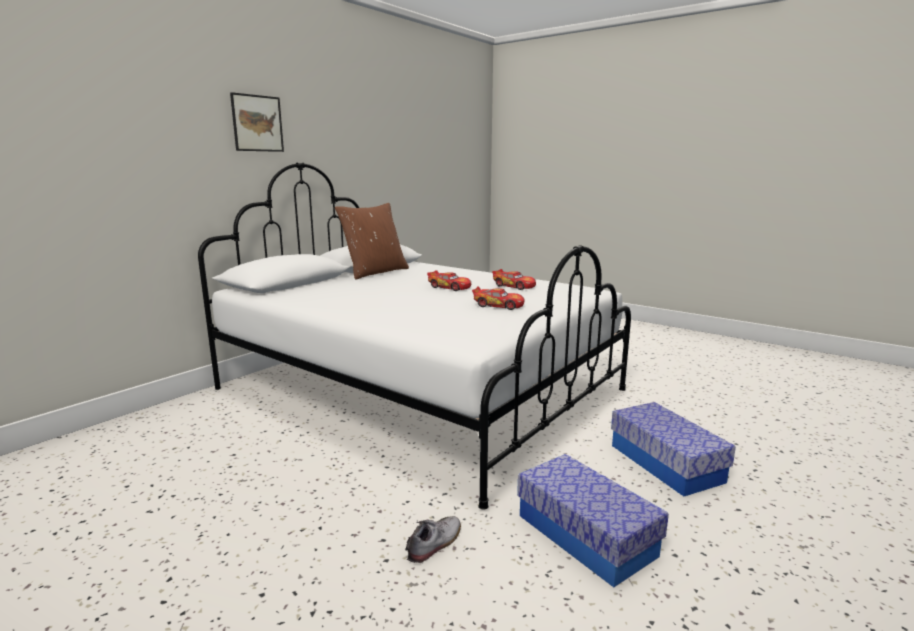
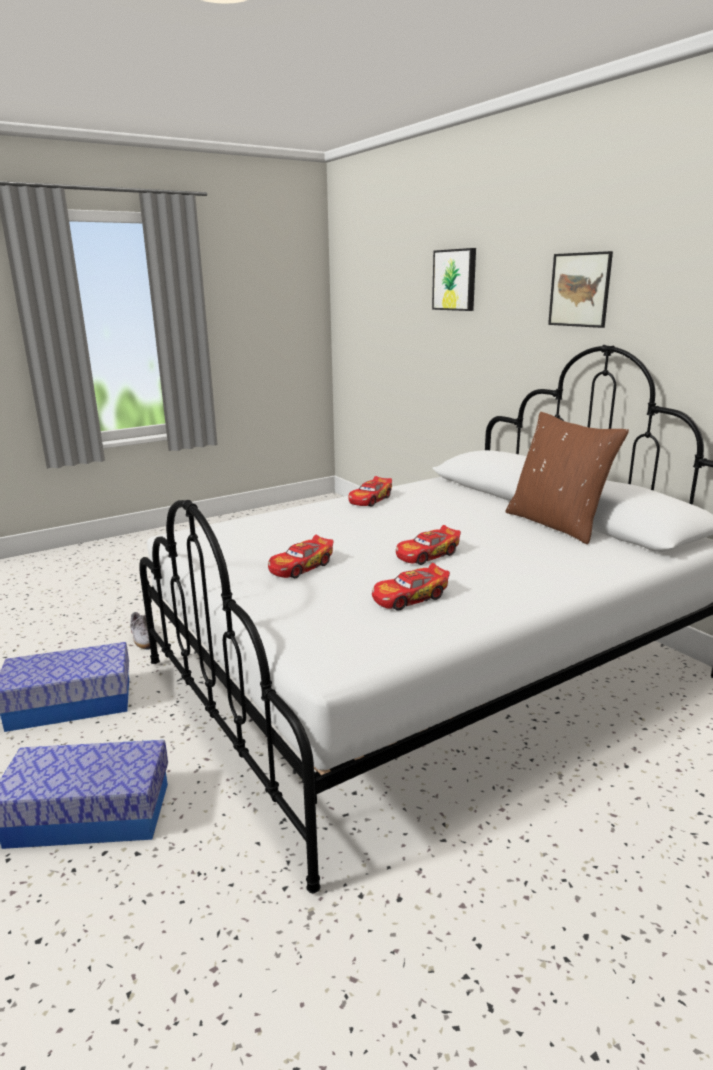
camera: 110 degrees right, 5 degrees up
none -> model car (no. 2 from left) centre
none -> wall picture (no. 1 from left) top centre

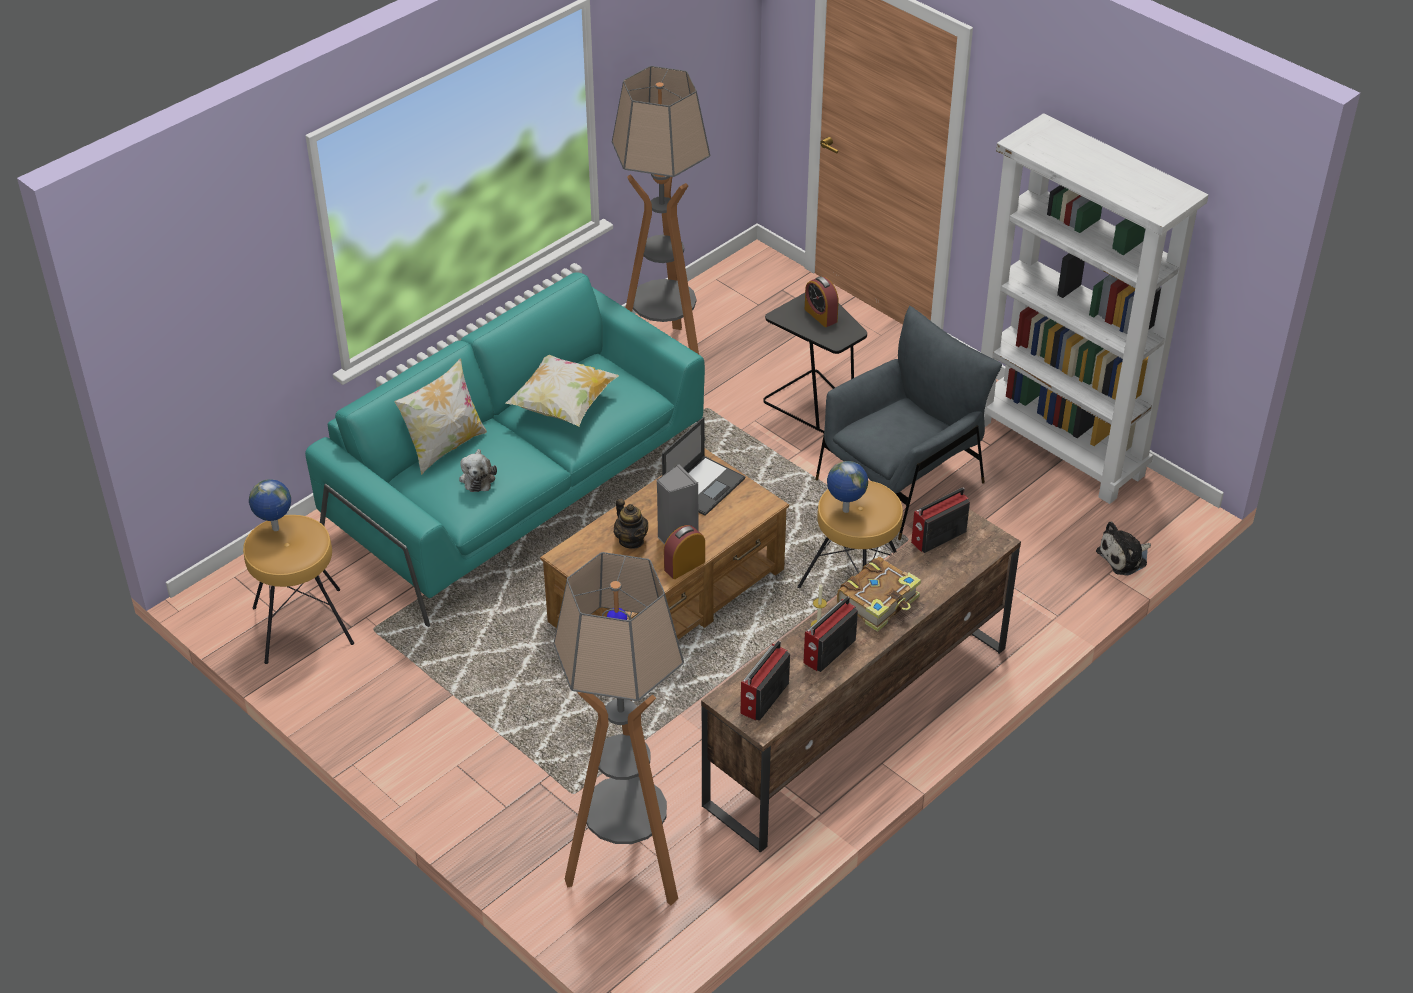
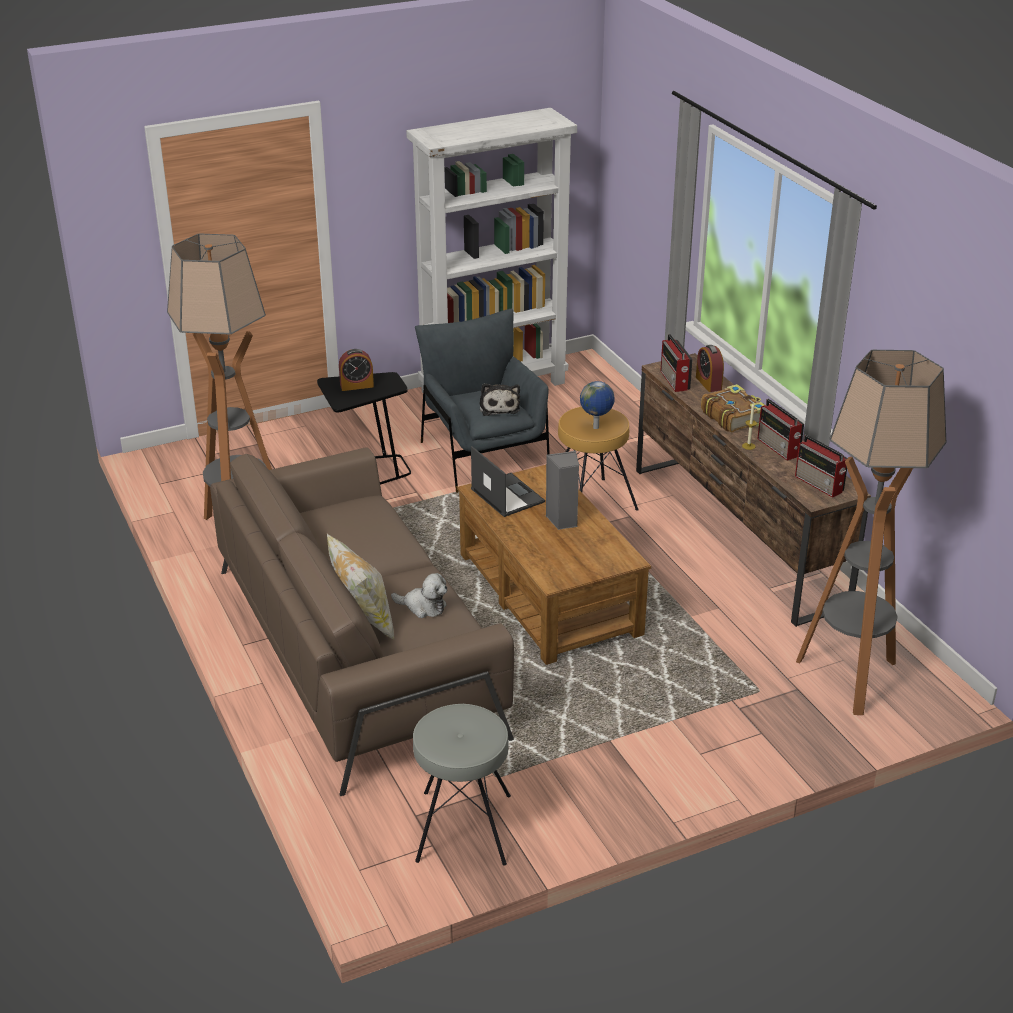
camera: 70 degrees left, 10 degrees down
sitting stool/brown-coloured (no. 1 from left) middle left -> sitting stool/gray bottom centre
world globe (no. 1 from left) middle left -> none
couch/turquoise-coloured centre -> couch/brown-coloured centre
pillow (no. 2 from left) centre -> none
teapot centre -> none
bedside clock (no. 1 from left in the first image) centre -> bedside clock (no. 2 from left) middle right, relocated
plush toy (no. 2 from left) middle right -> plush toy (no. 2 from left) centre, relocated

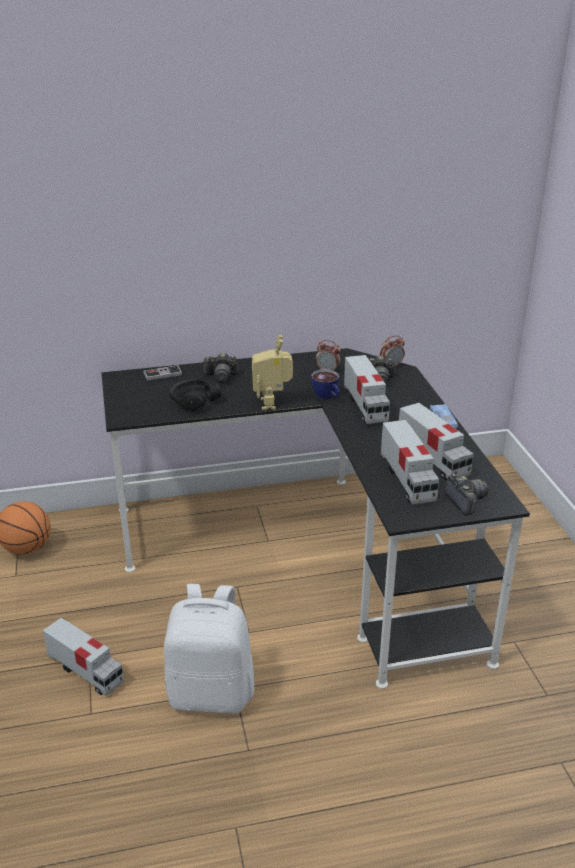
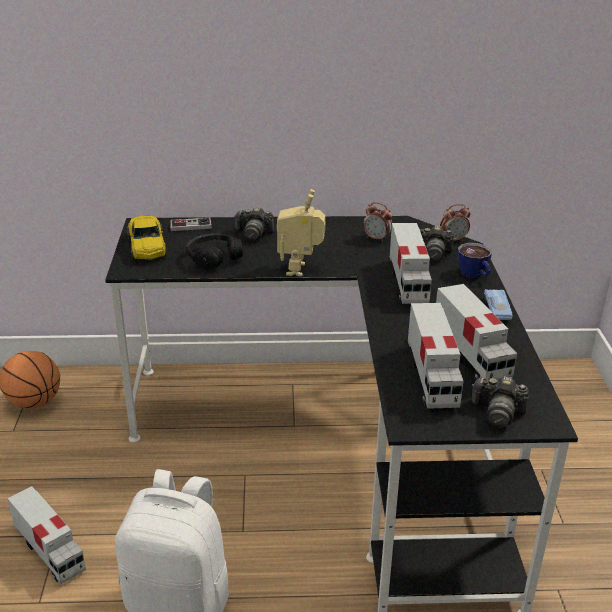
camera: 10 degrees right, 0 degrees up
small cup centre -> small cup middle right, relocated
still camera (no. 3 from left) middle right, 120 degrees clockwise
none -> model car/yellow-coloured middle left

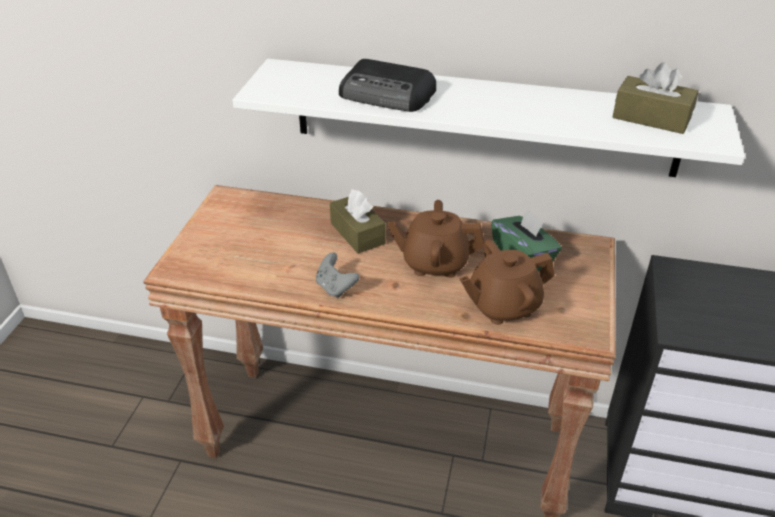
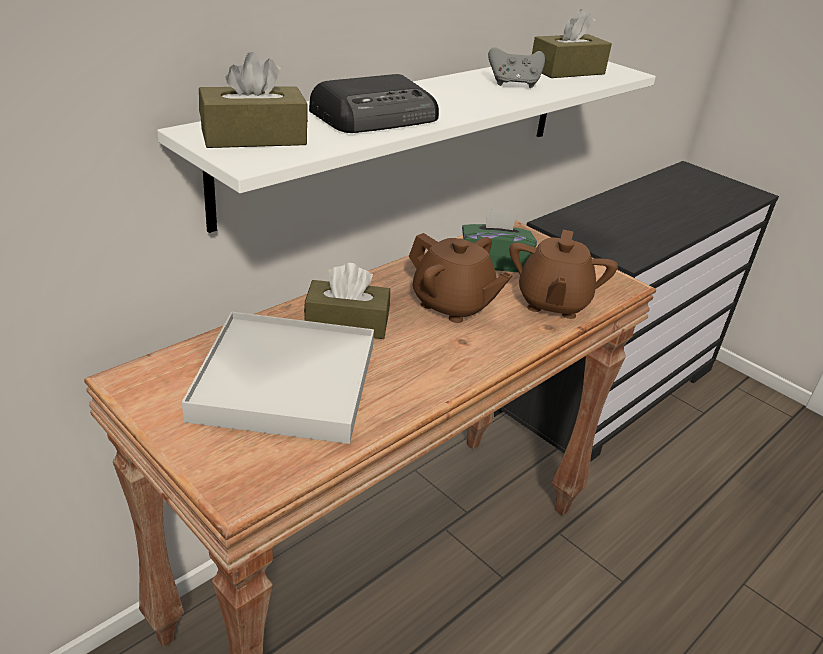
camera: 60 degrees left, 5 degrees down
game controller/gray centre -> game controller/gray top centre, relocated
teapot/brown-coloured (no. 1 from left) centre, 90 degrees counterclockwise
none -> serving tray/whitish centre
none -> box of tissues/brown-coloured (no. 1 from left) top left

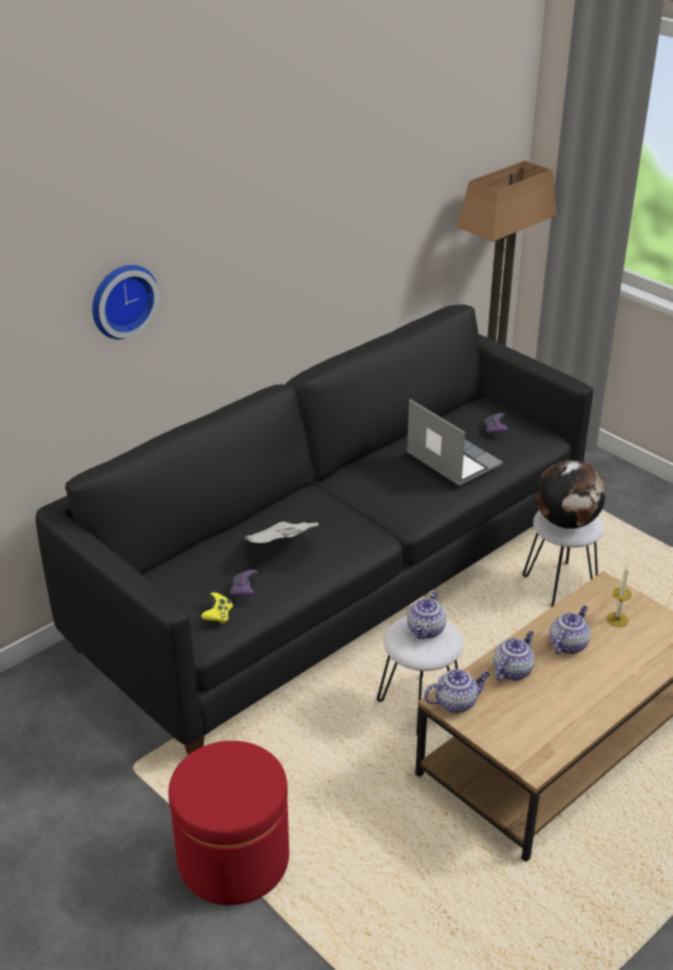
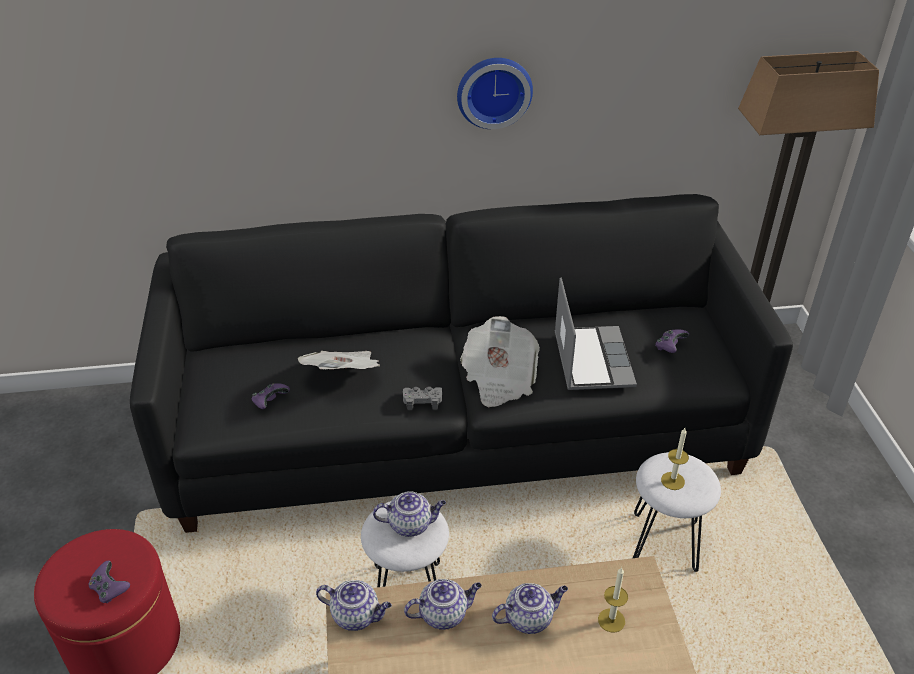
camera: 35 degrees right, 5 degrees up
hanging clock top left -> hanging clock top centre, relocated
game controller/yellow-coloured middle left -> none
teapot (no. 1 from left in the first image) centre -> teapot (no. 2 from left) bottom centre, 150 degrees counterclockwise
world globe middle right -> candle (no. 2 from left) bottom right
none -> game controller/purple-coloured (no. 1 from left) bottom left
none -> game controller/gray centre
none -> newspaper (no. 2 from left) centre

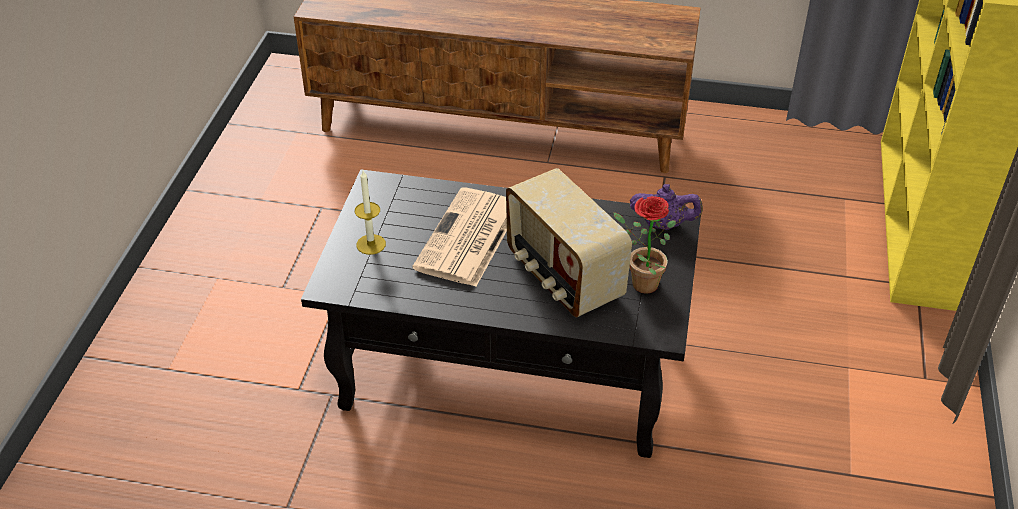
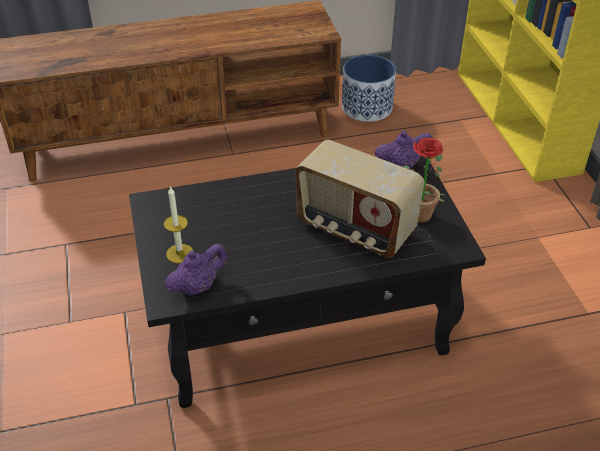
camera: 25 degrees left, 0 degrees up
newspaper centre -> none
none -> teapot/purple-coloured (no. 1 from left) middle left
none -> planter top centre

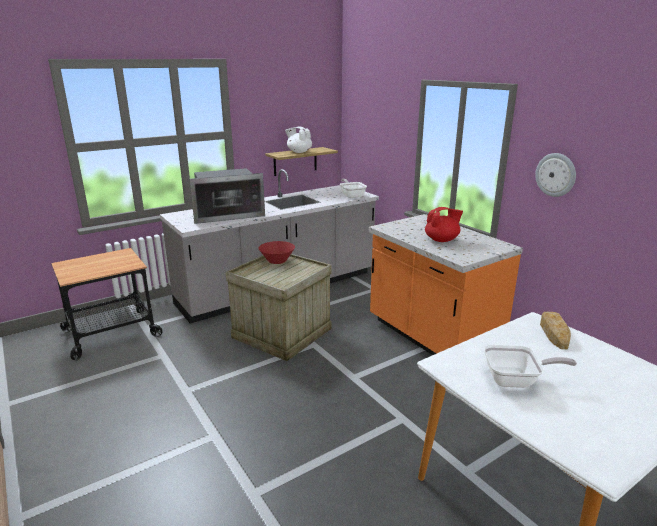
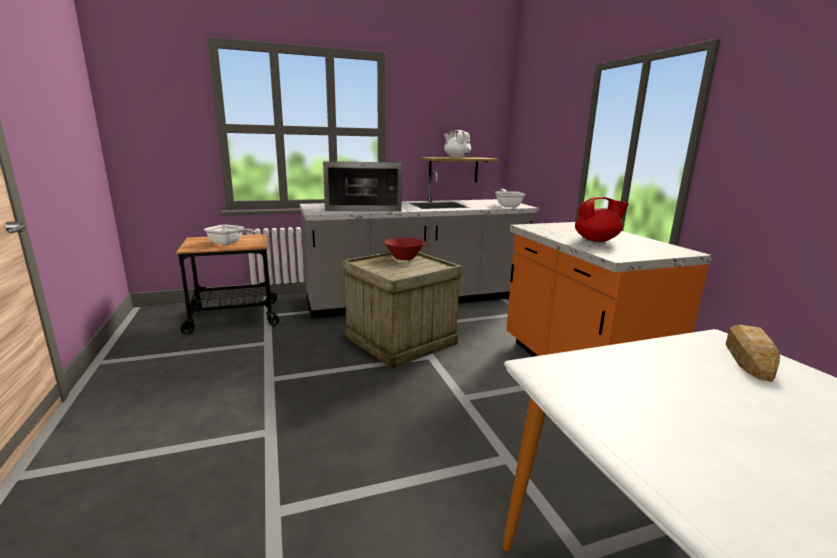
camera: 15 degrees right, 5 degrees down
pan (no. 2 from left in the first image) bottom right -> pan (no. 1 from left) middle left, relocated
hanging clock top right -> none

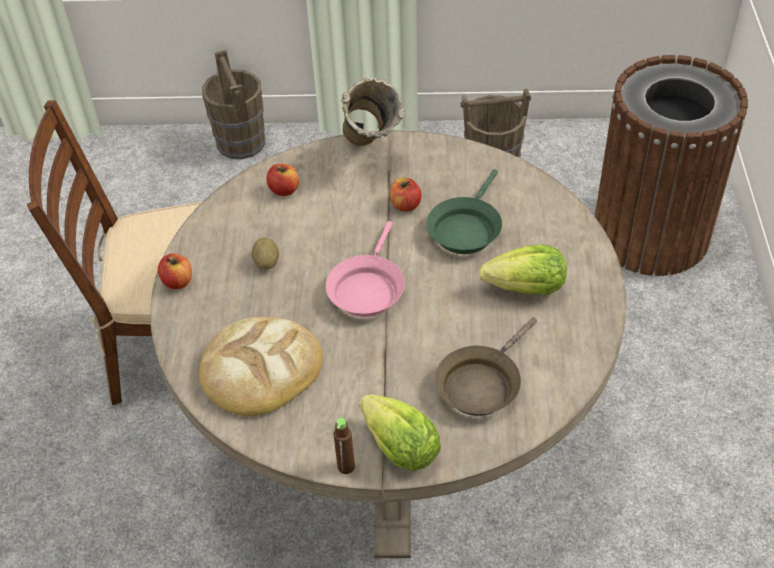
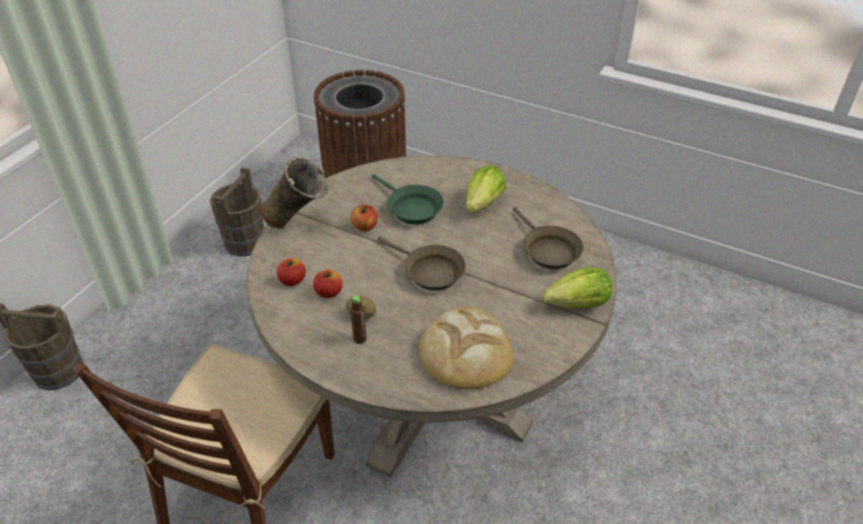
camera: 65 degrees left, 5 degrees down
apple fruit (no. 1 from left in the first image) middle left -> apple fruit (no. 2 from left) centre, relocated
pan/pinkish centre -> pan/brown-coloured (no. 1 from left) centre
beverage bottle/brown-coloured bottom centre -> beverage bottle/brown-coloured centre, relocated

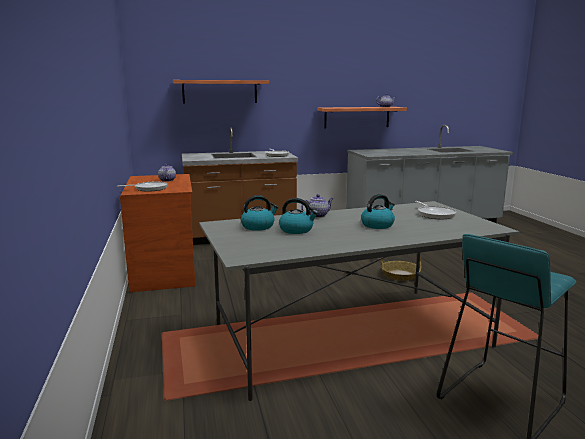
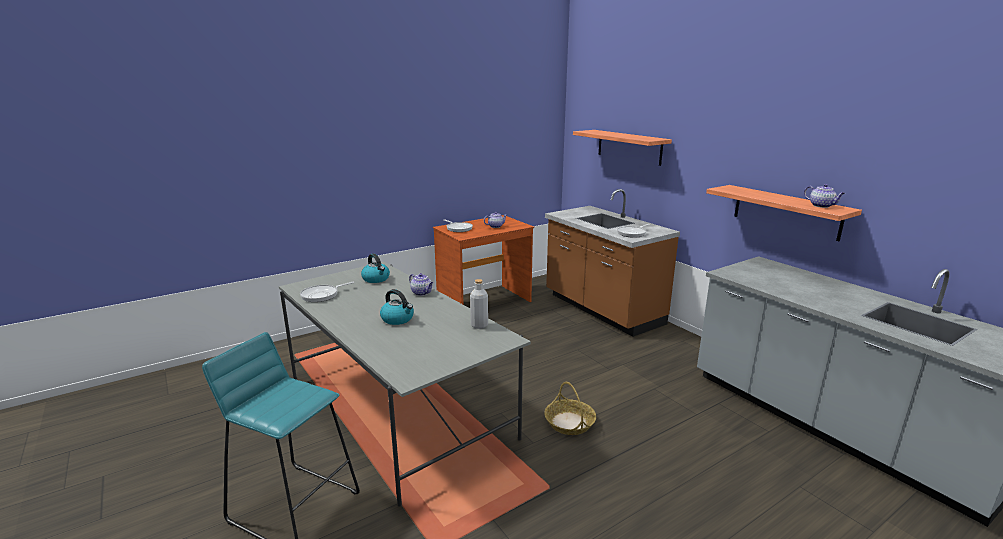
camera: 70 degrees right, 5 degrees up
water kettle (no. 2 from left) centre -> none
pan (no. 3 from left in the first image) middle right -> pan (no. 1 from left) middle left, relocated
none -> beverage bottle/gray centre

